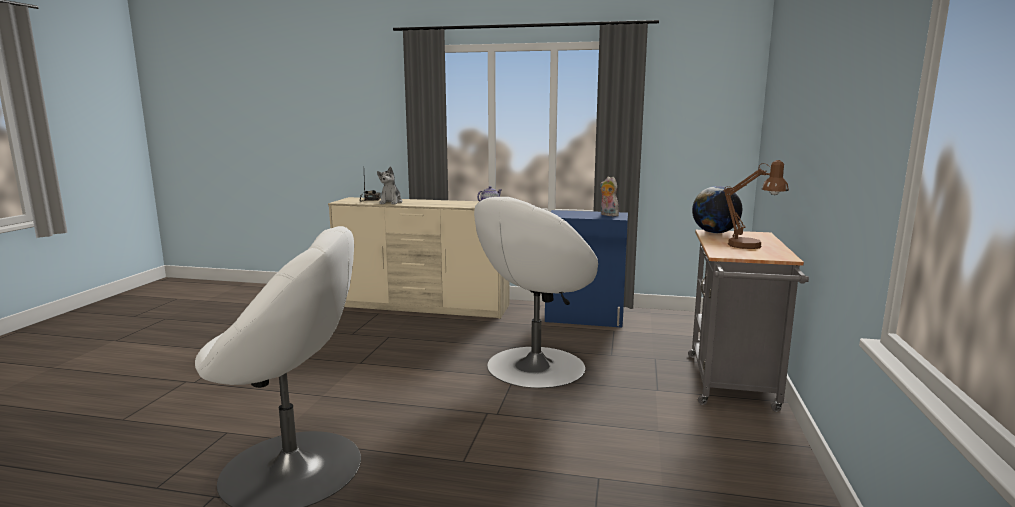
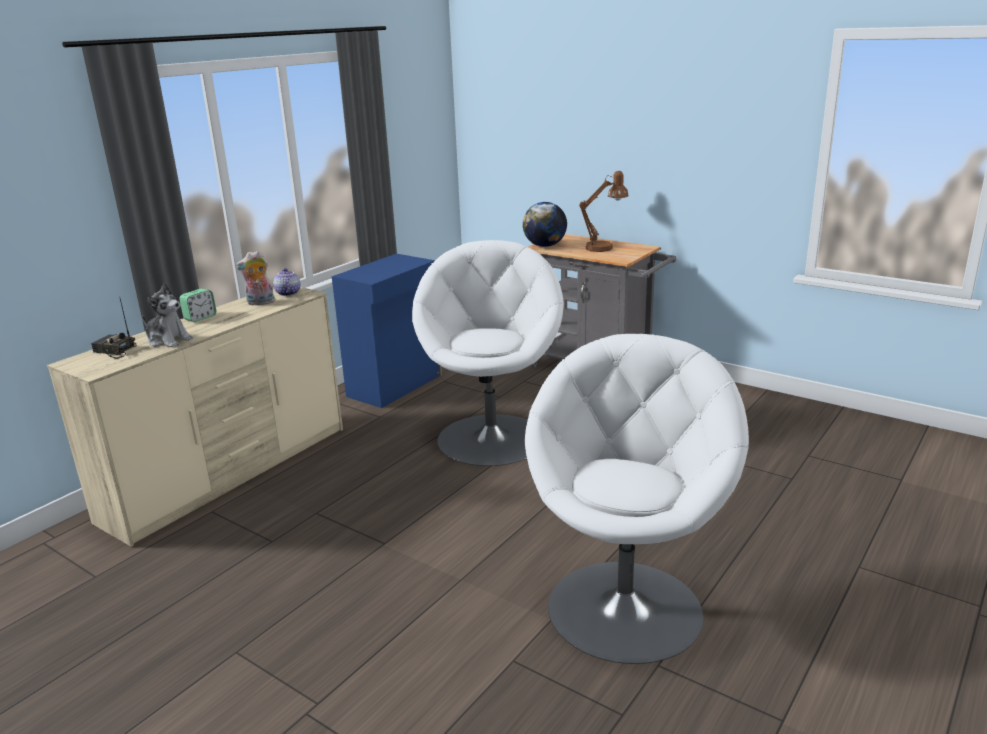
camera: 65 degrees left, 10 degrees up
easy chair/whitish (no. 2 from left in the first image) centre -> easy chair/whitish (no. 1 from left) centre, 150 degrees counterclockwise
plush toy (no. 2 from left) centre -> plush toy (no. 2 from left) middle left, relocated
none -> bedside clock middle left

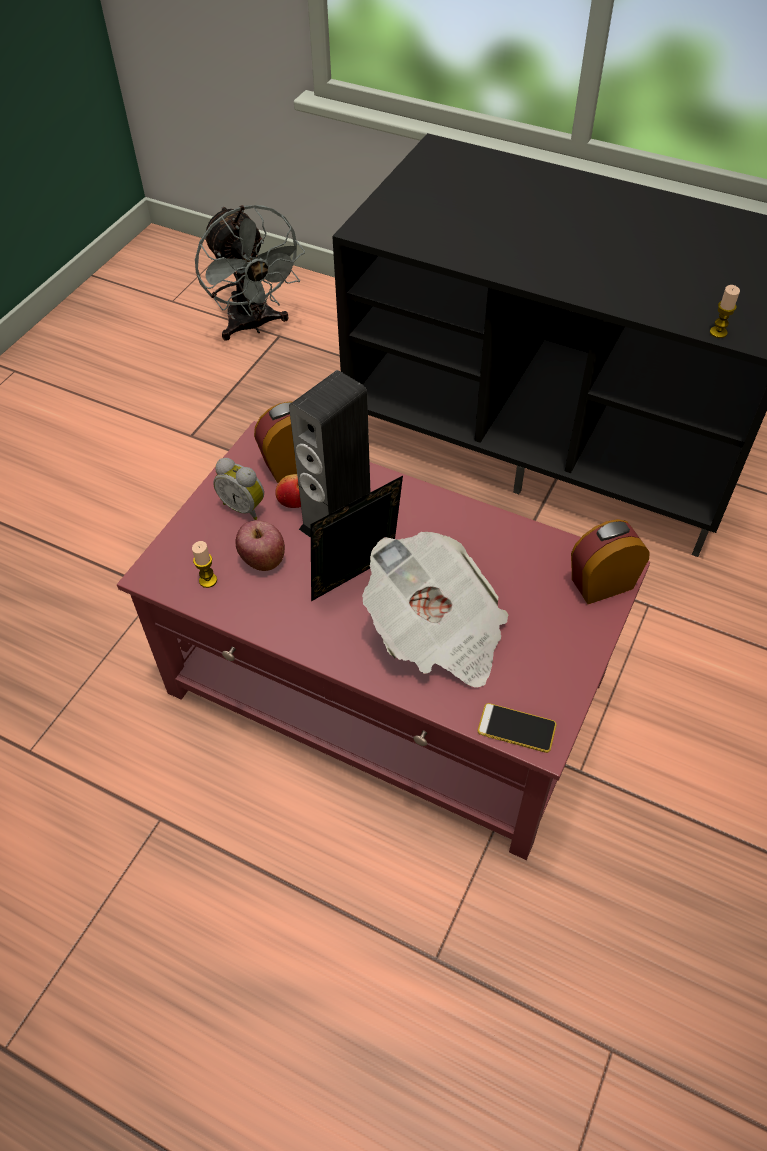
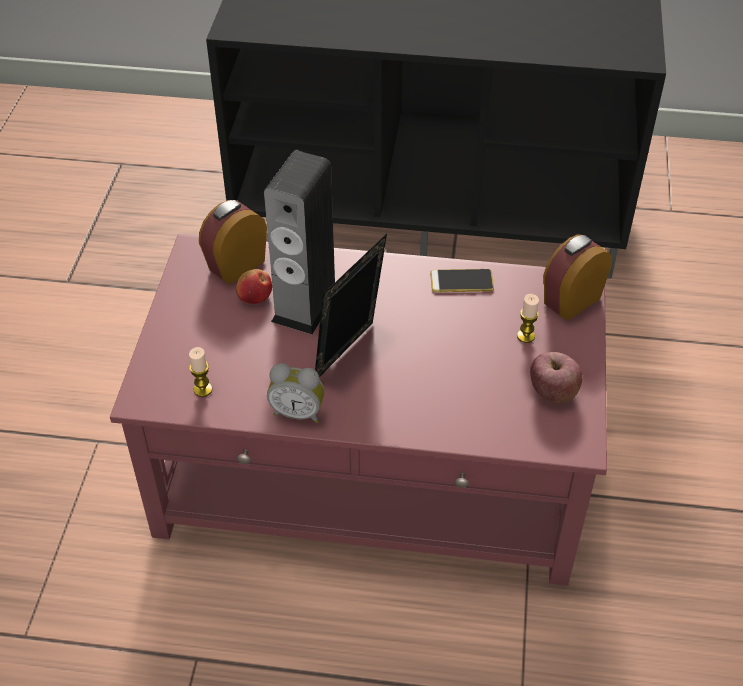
camera: 20 degrees left, 5 degrees down
cooling fan/gray top left -> none
bedside clock (no. 1 from left in the first image) middle left -> bedside clock (no. 2 from left) centre, relocated
apple fruit (no. 1 from left in the first image) centre -> apple fruit (no. 2 from left) middle right, relocated
newspaper centre -> none
telephone middle right -> telephone centre, relocated
candle (no. 2 from left) top right -> candle (no. 2 from left) middle right, relocated

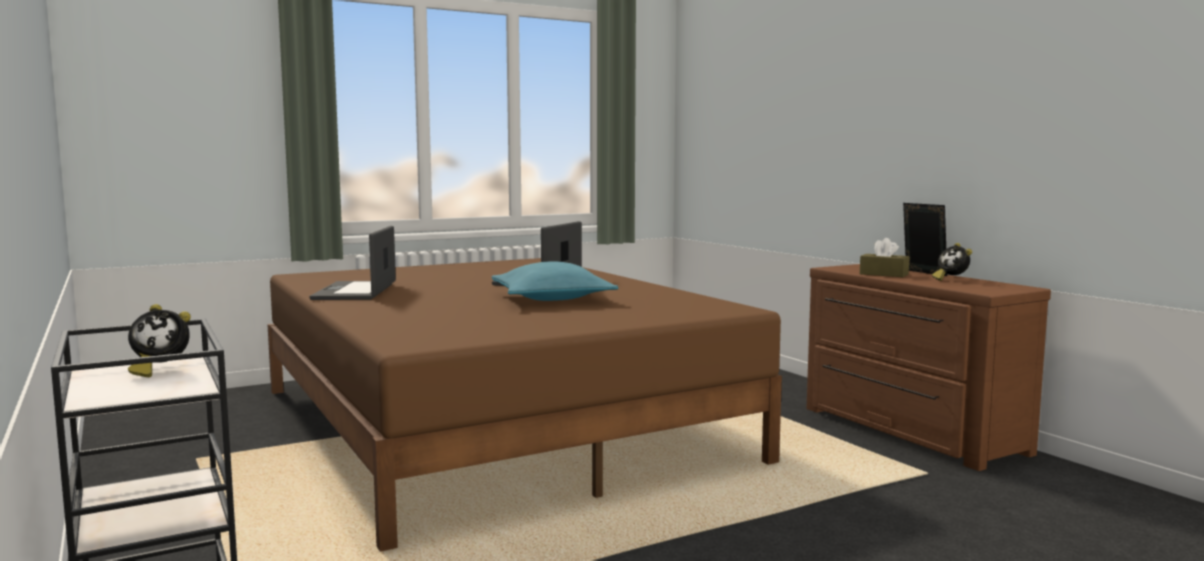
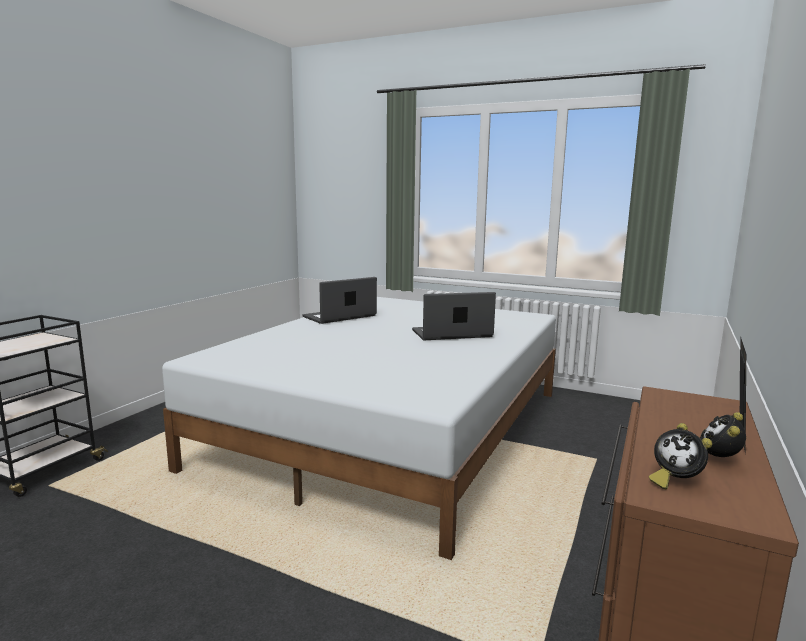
camera: 55 degrees right, 5 degrees up
bedside clock (no. 1 from left) middle left -> bedside clock (no. 1 from left) bottom right, relocated
sleeping bed/brown-coloured bottom centre -> sleeping bed/whitish bottom centre
pillow/turquoise-coloured centre -> none
box of tissues/brown-coloured middle right -> none

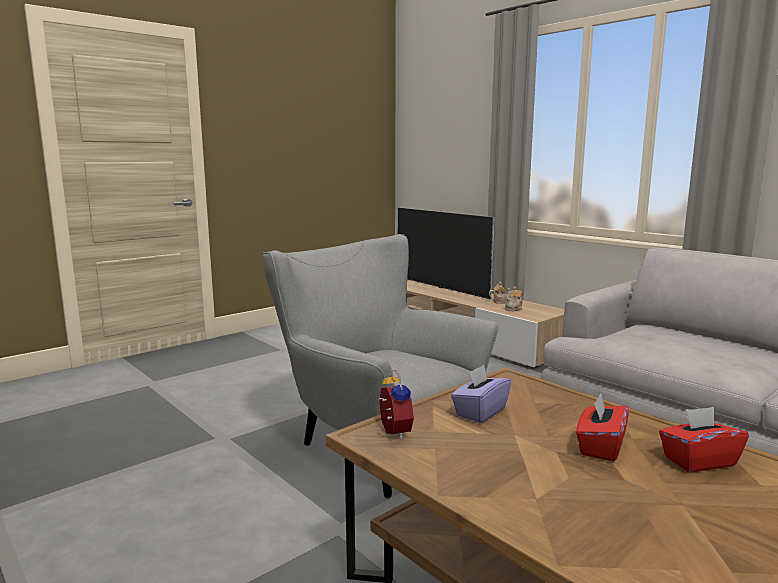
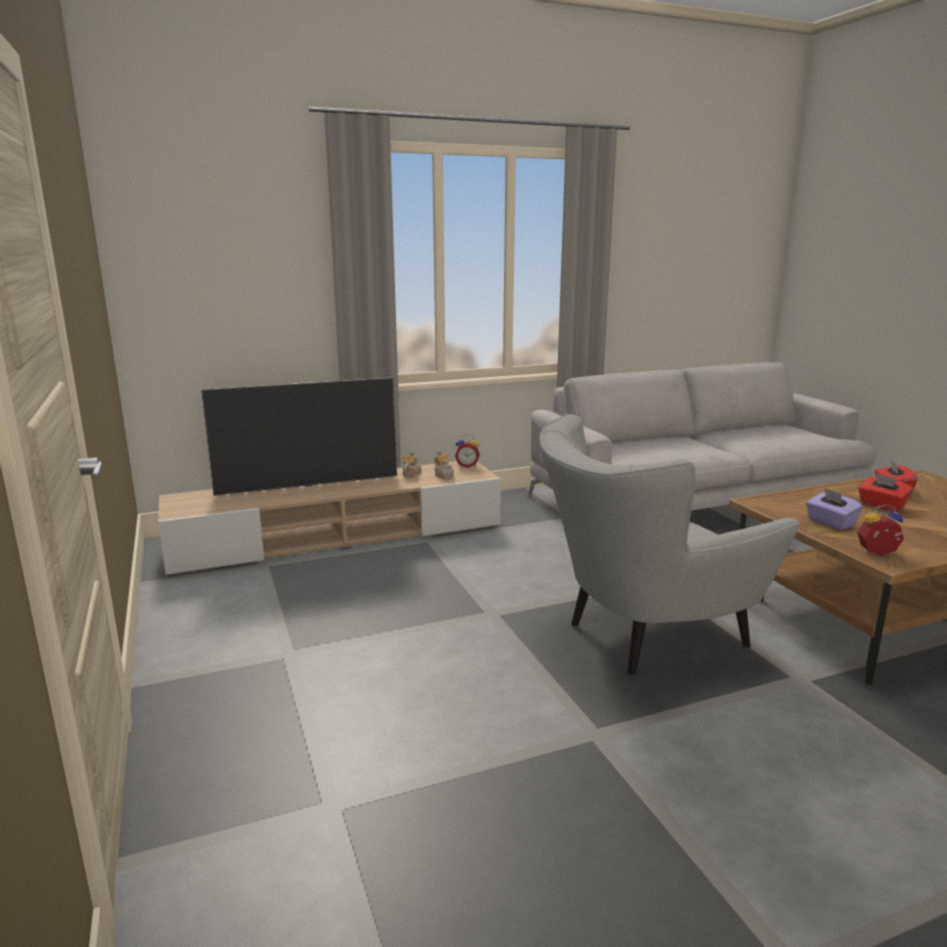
camera: 70 degrees left, 5 degrees up
none -> bedside clock (no. 1 from left) centre

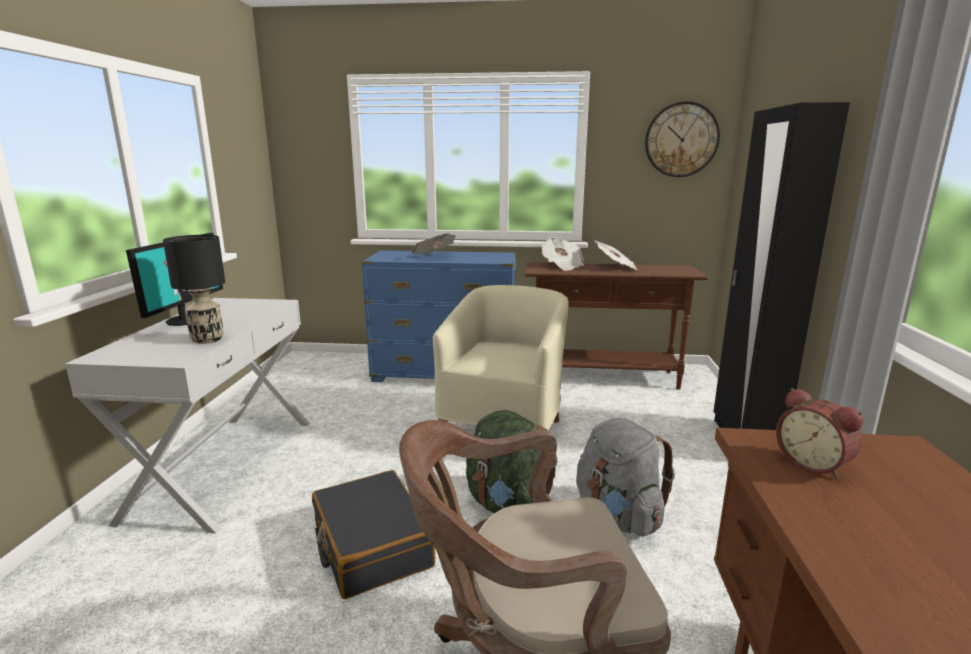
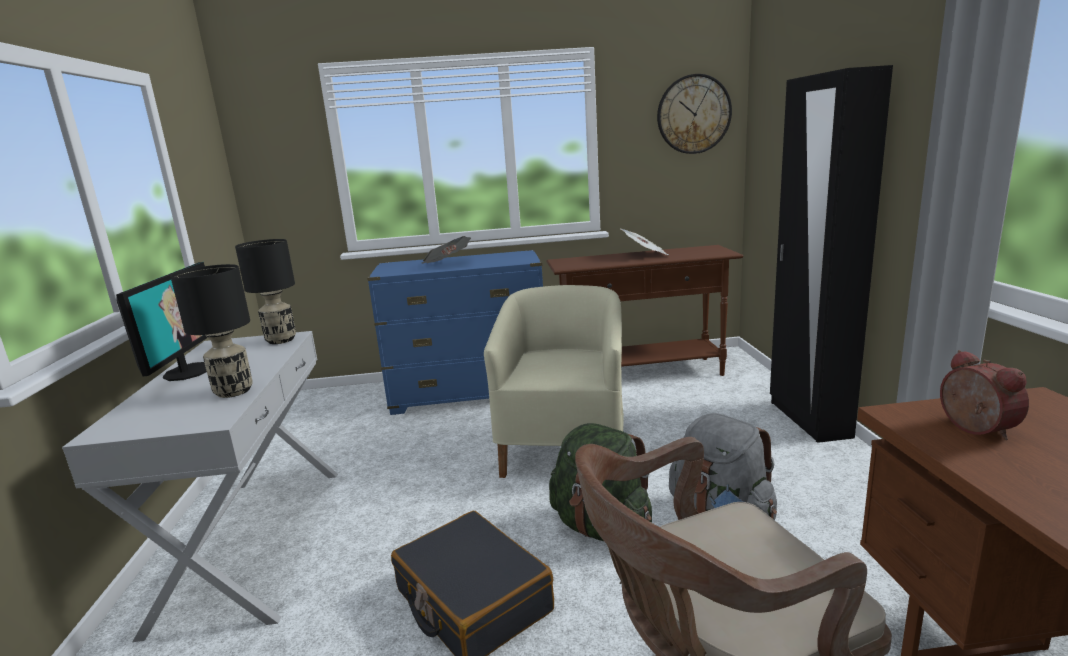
camera: 10 degrees left, 0 degrees up
newspaper (no. 2 from left) centre -> none
bedside clock middle right, 150 degrees counterclockwise
none -> table lamp/blackish (no. 2 from left) middle left

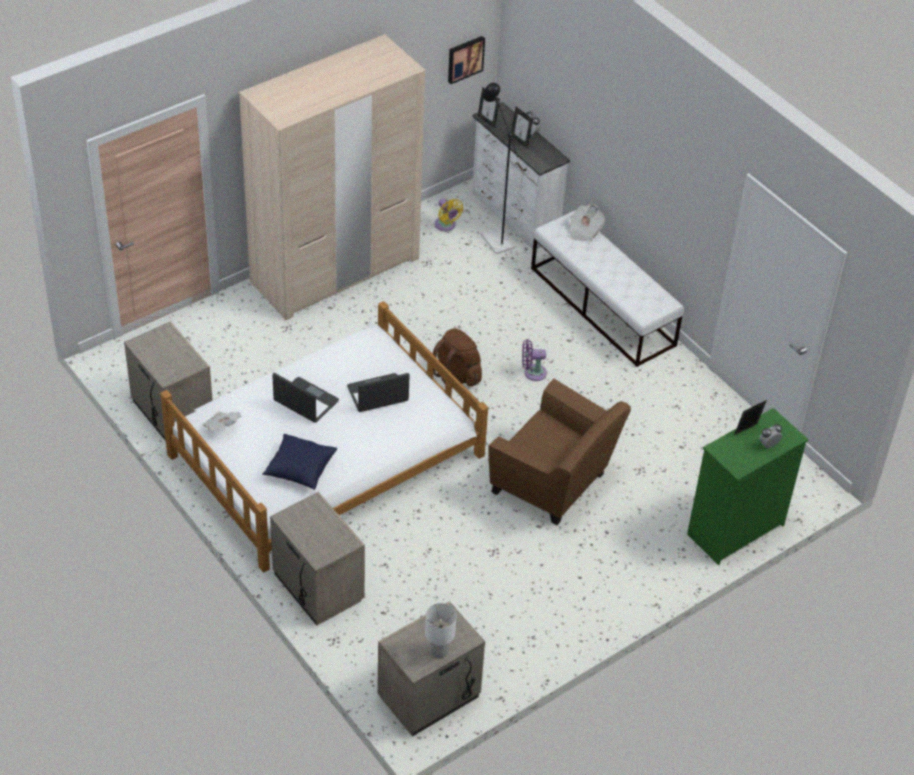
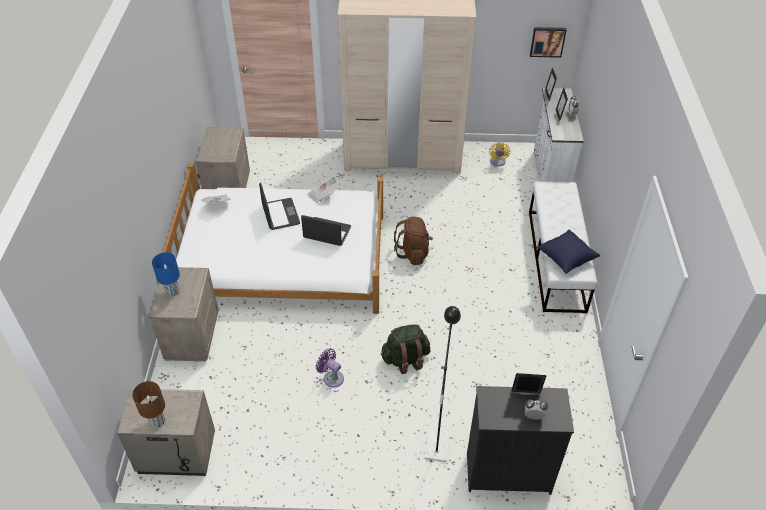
camera: 40 degrees right, 0 degrees up
pillow/bluish middle left -> pillow/bluish middle right, relocated
table lamp/whitish bottom centre -> table lamp/brown-coloured bottom left
floor lamp/blackish top centre -> floor lamp/blackish bottom centre, relocated
easy chair/brown-coloured centre -> backpack/greenish bottom centre
cooling fan/purple-coloured centre -> cooling fan/purple-coloured bottom centre, relocated
newspaper (no. 2 from left) top centre -> newspaper (no. 2 from left) centre, relocated
drawer chest/greenish middle right -> drawer chest/blackish bottom right
none -> table lamp/bluish middle left

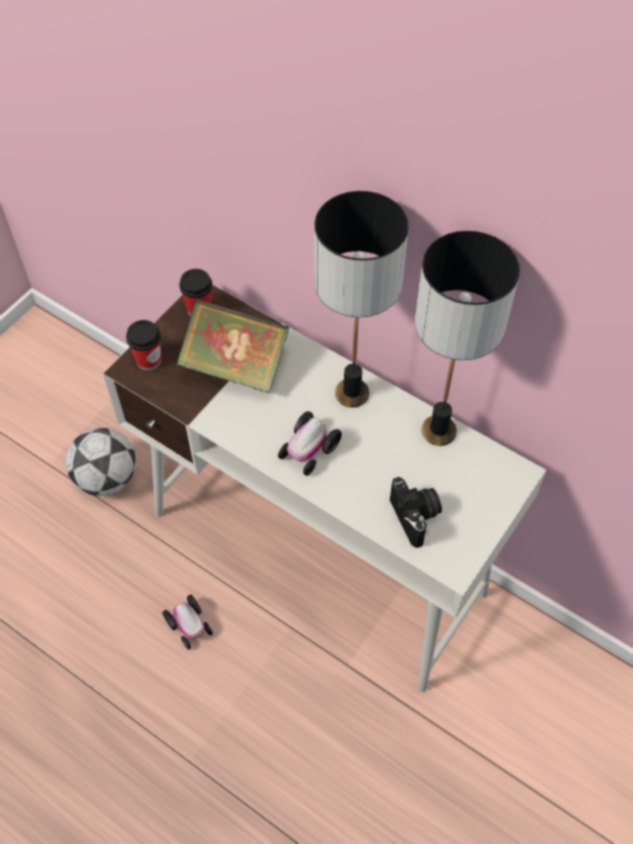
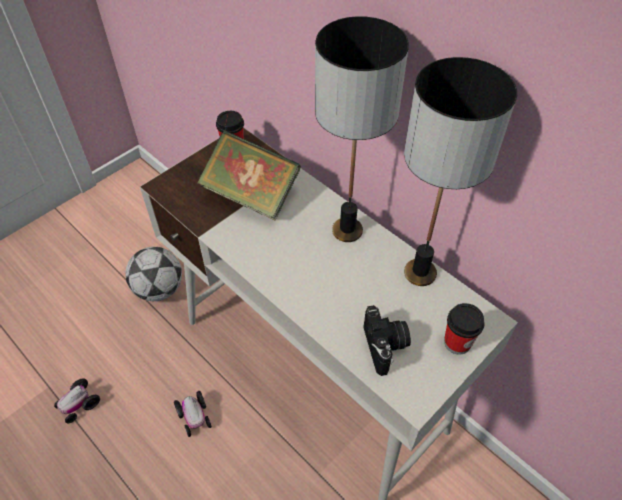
camera: 10 degrees right, 5 degrees down
small cup (no. 1 from left in the first image) middle left -> small cup (no. 2 from left) middle right, relocated
model car (no. 2 from left in the first image) centre -> model car (no. 1 from left) bottom left, relocated

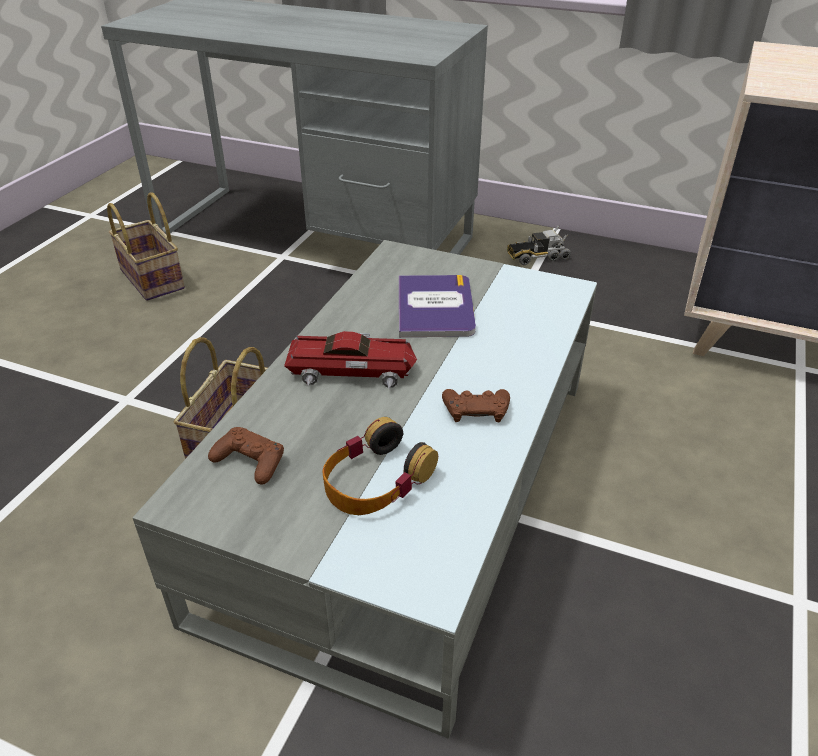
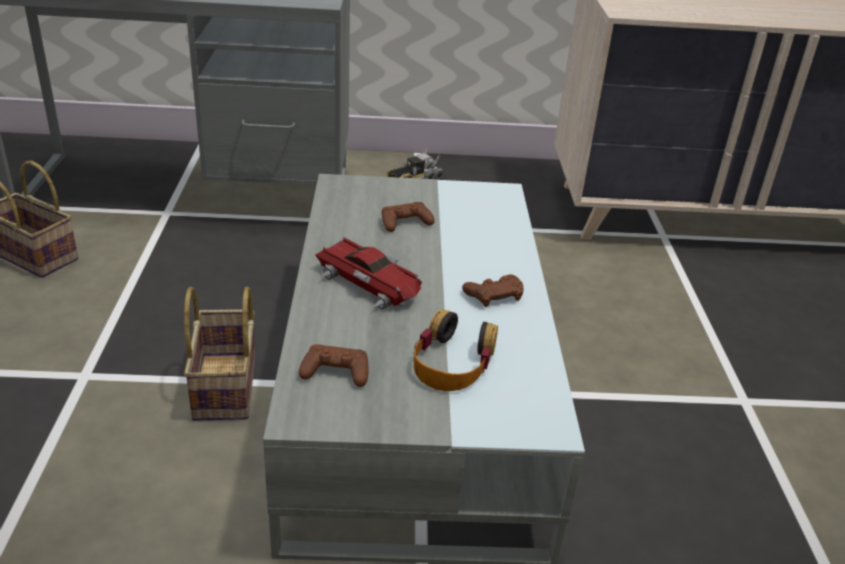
camera: 25 degrees left, 5 degrees down
model car centre, 60 degrees clockwise
book centre -> game controller/brown-coloured (no. 2 from left) centre

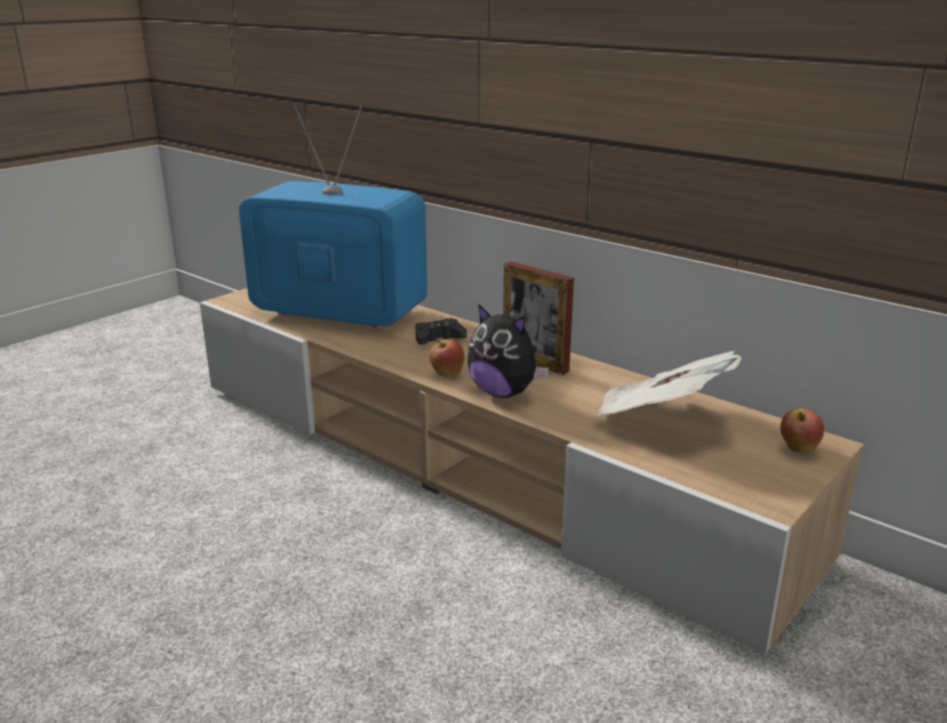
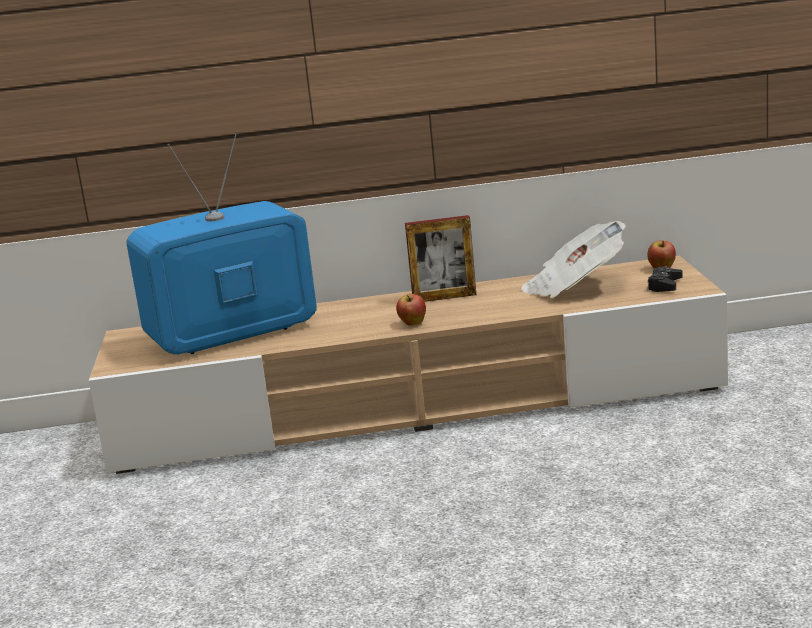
camera: 45 degrees left, 5 degrees down
game controller/blackish centre -> game controller/blackish middle right, relocated
plush toy centre -> none

